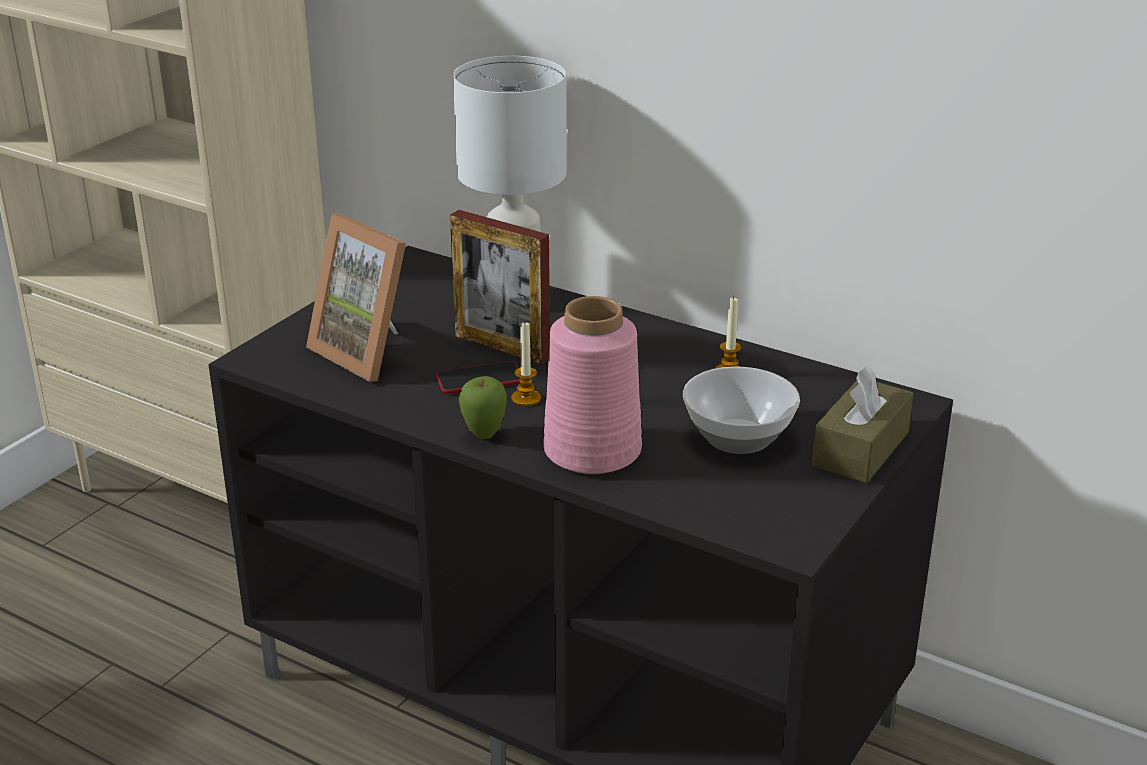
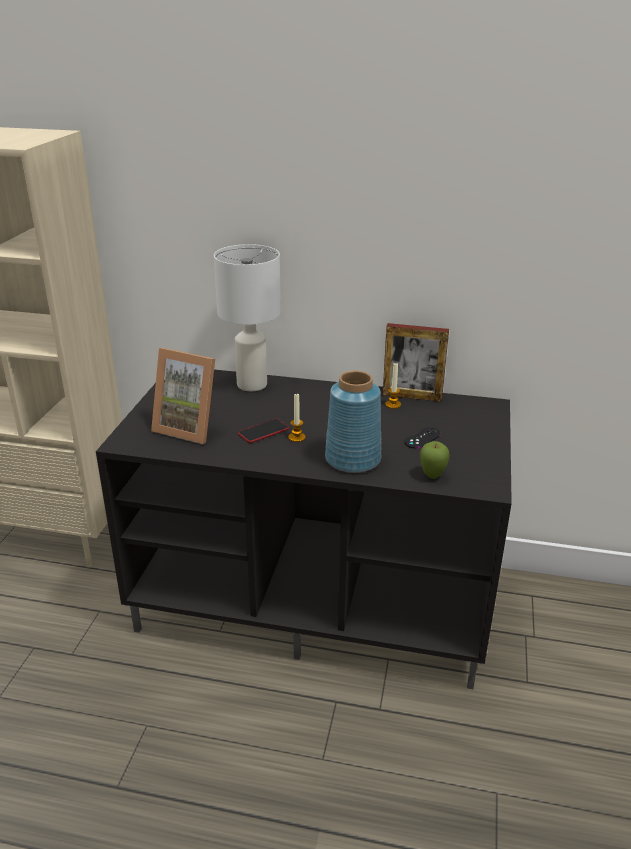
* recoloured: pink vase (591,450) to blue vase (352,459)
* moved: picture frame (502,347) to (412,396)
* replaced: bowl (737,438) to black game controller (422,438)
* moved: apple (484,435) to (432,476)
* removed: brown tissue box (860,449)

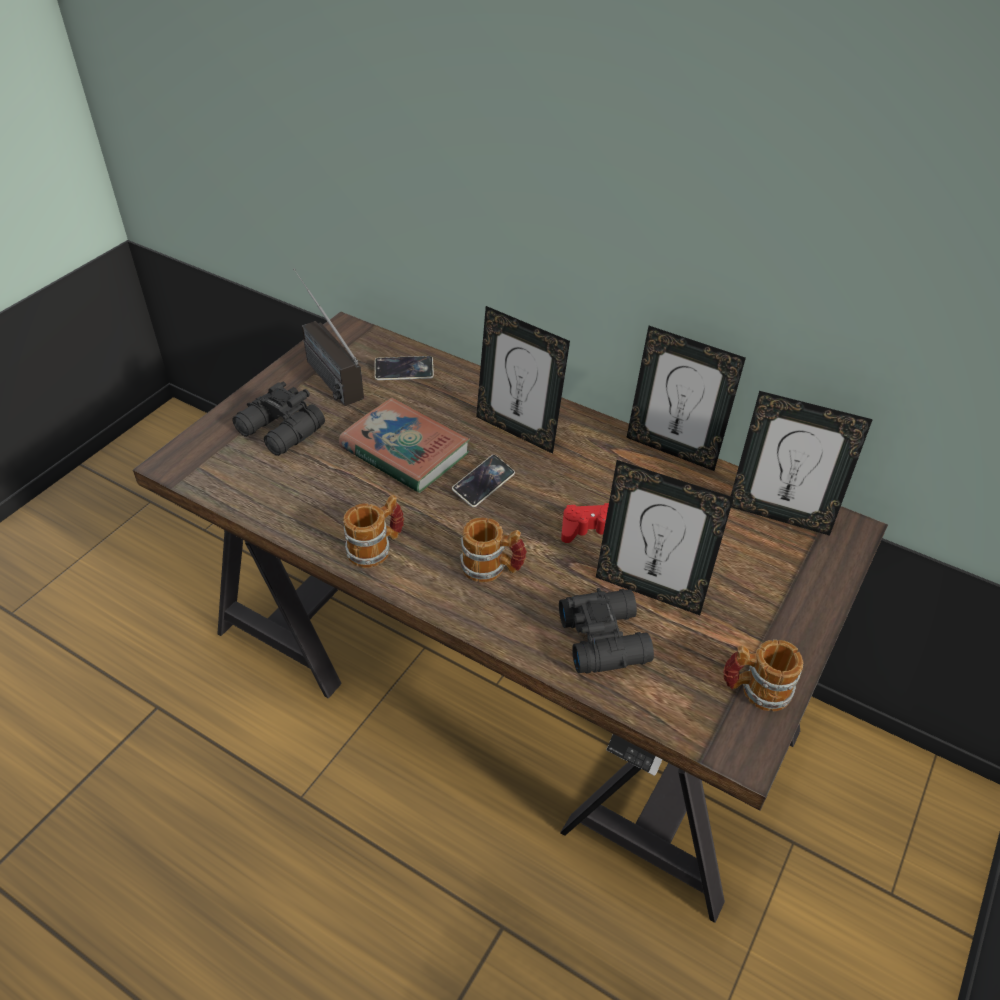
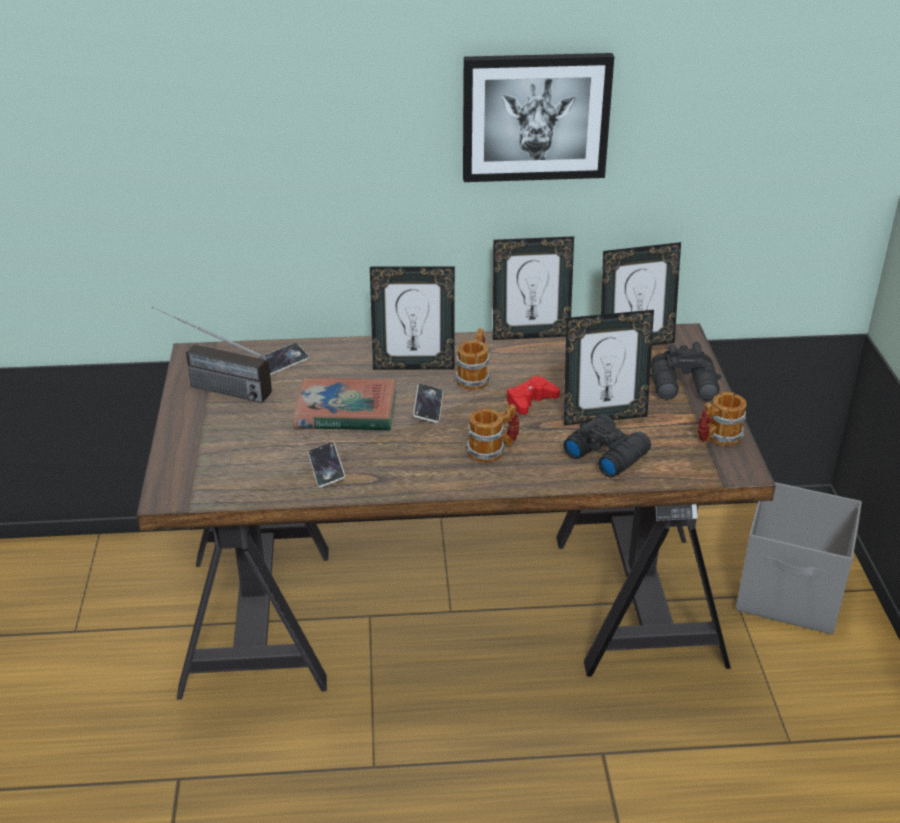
* added: phone (326,468)
* moved: mug (376,548) to (474,377)
* added: picture (535,116)
* moved: black binoculars (280,432) to (685,387)
* added: grey storage box (791,594)

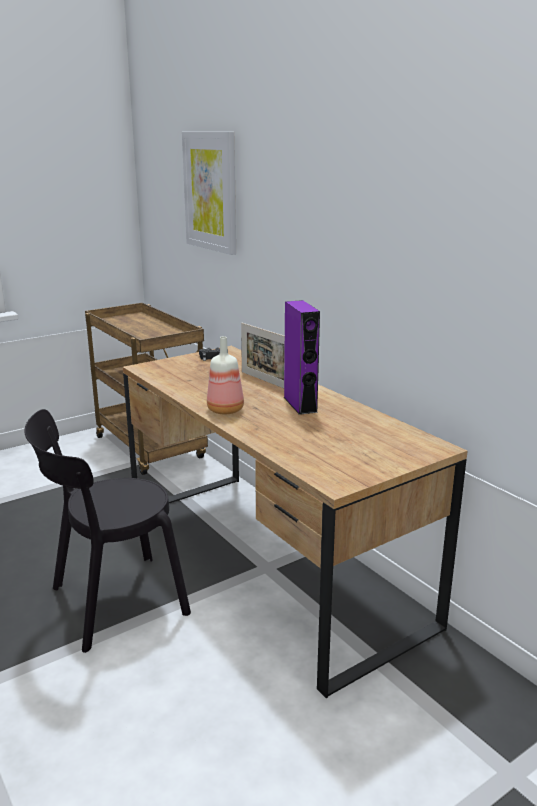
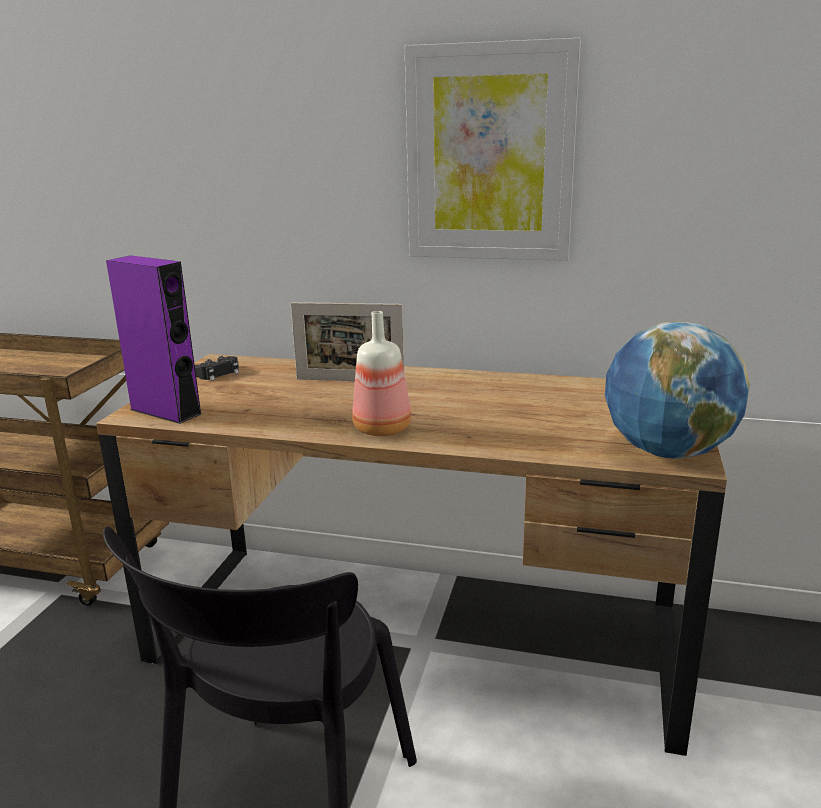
* moved: purple speaker (300,404) to (166,411)
* moved: picture (211,191) to (489,154)
* added: globe (667,452)

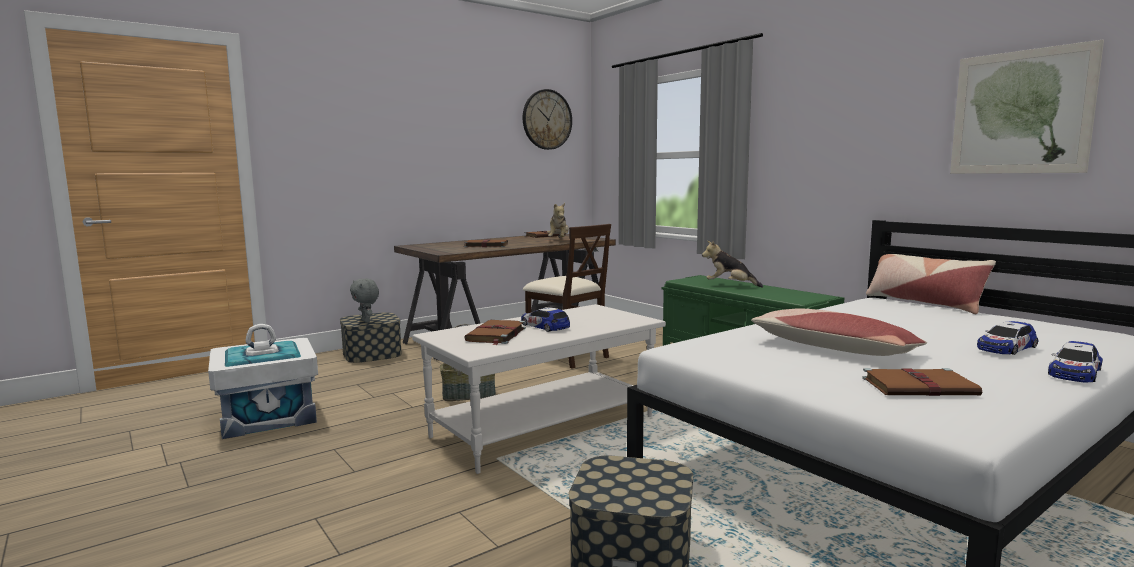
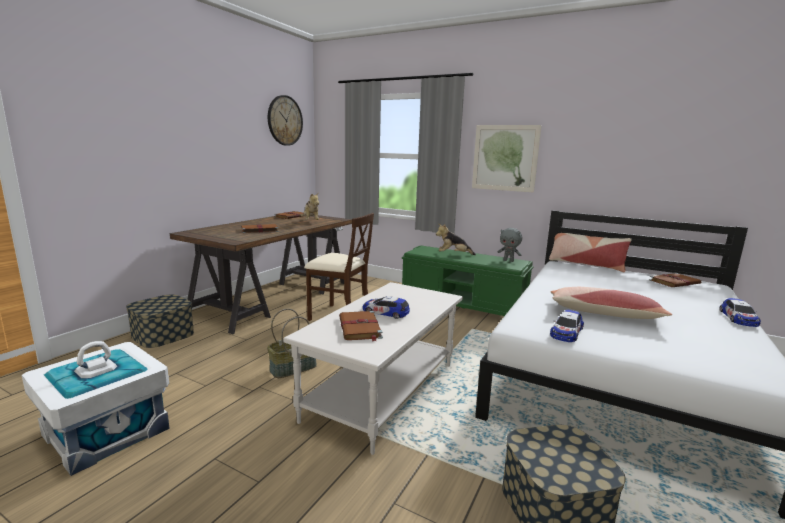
* moved: picture (1020,112) to (505,158)
* moved: grey plush toy (366,321) to (508,261)
* moved: toy car (1006,347) to (566,332)
* moved: brown book (920,387) to (674,282)

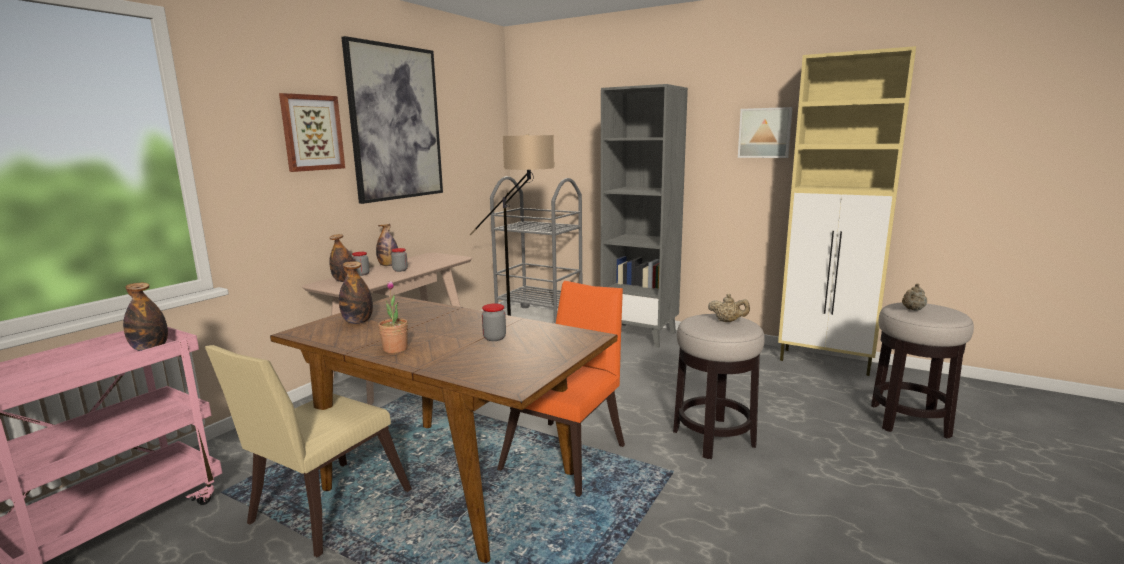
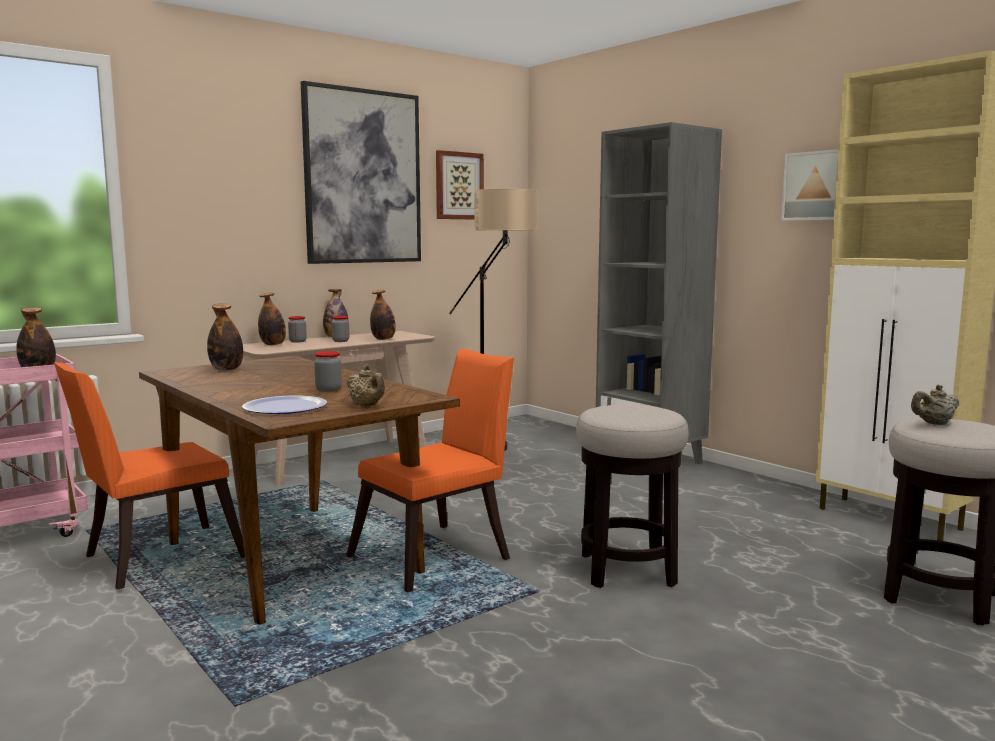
* recoloured: beige chair (322,511) to orange chair (154,558)
* added: plate (285,407)
* moved: beige teapot (727,321) to (367,405)
* added: bottle (383,339)
* moved: picture (312,133) to (458,186)
* removed: potted plant (395,349)
* removed: grey cart (539,318)

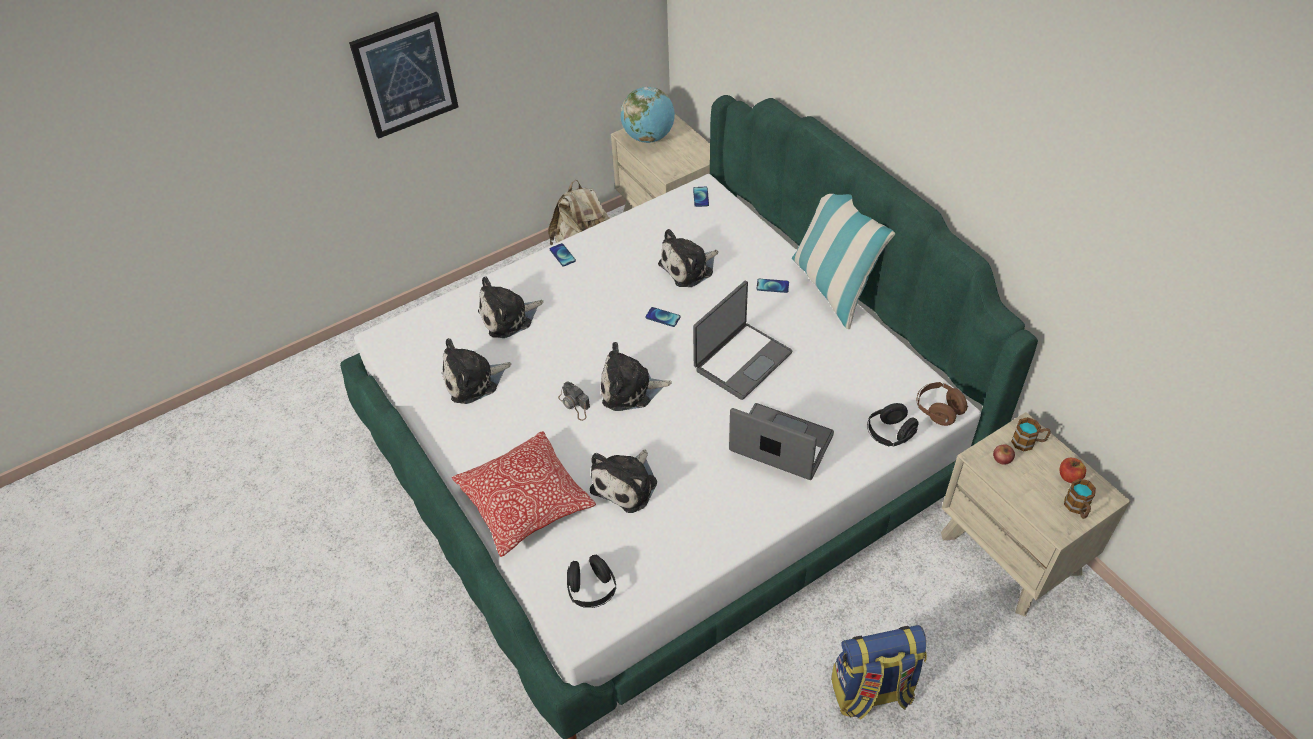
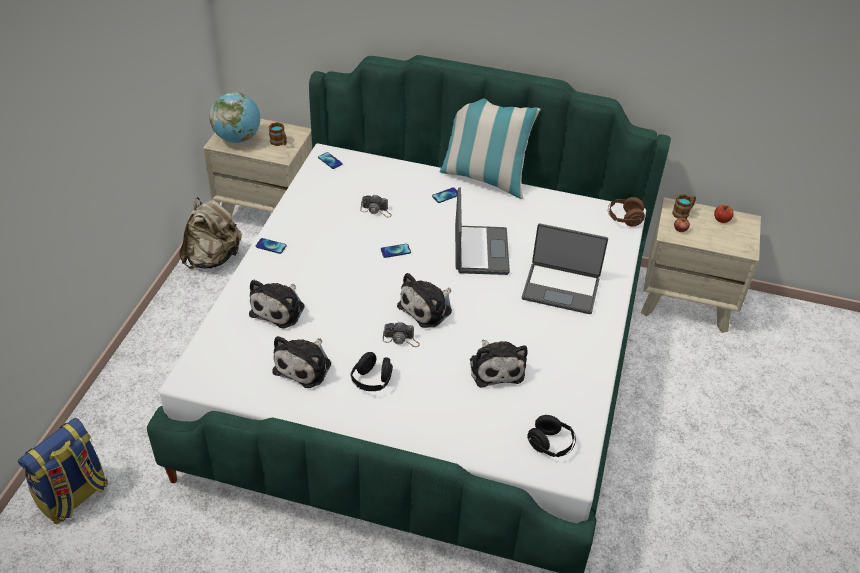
* moved: backpack (871,692) to (74,497)
* moved: mug (1077,508) to (279,143)
* moved: black headphones (890,434) to (372,381)
* replaced: plush toy (689,268) to photo camera (376,210)
* turned: laptop (780,445) = (561,288) 150 degrees counterclockwise
* removed: picture (405,75)
* removed: pillow (525,502)

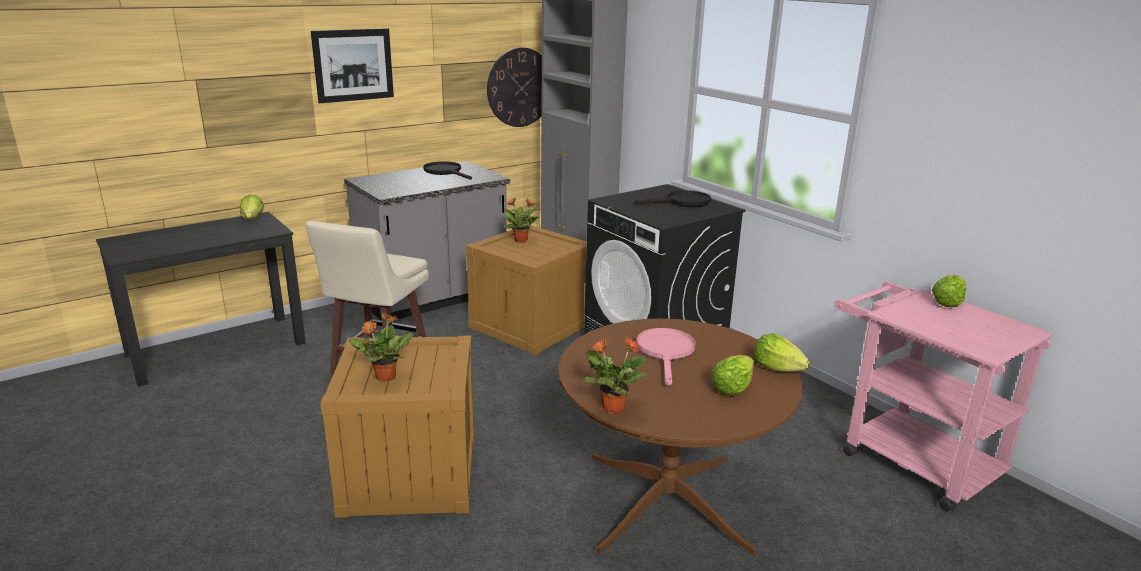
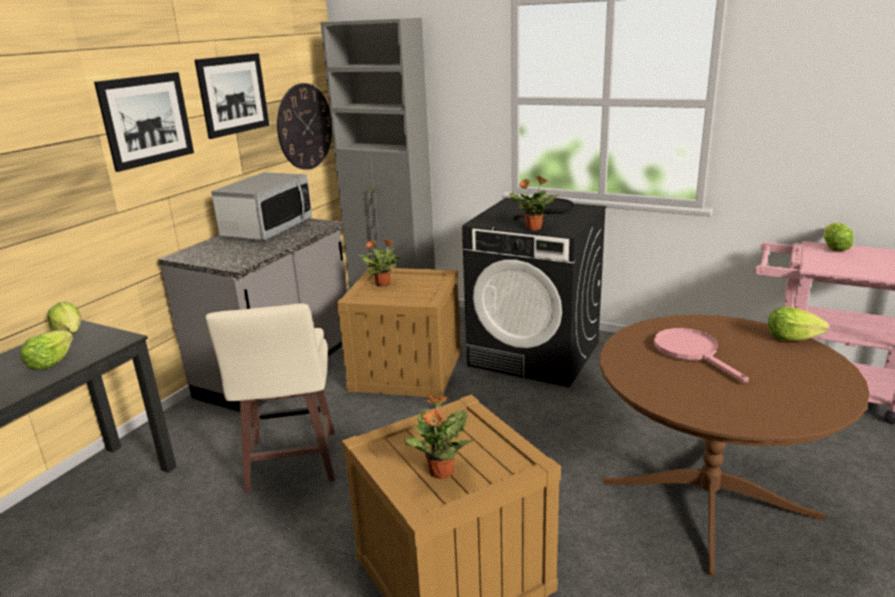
* moved: lettuce (732,388) to (50,363)
* added: picture (233,94)
* replaced: black frying pan (446,172) to microwave (267,229)
* moved: potted plant (612,407) to (533,228)

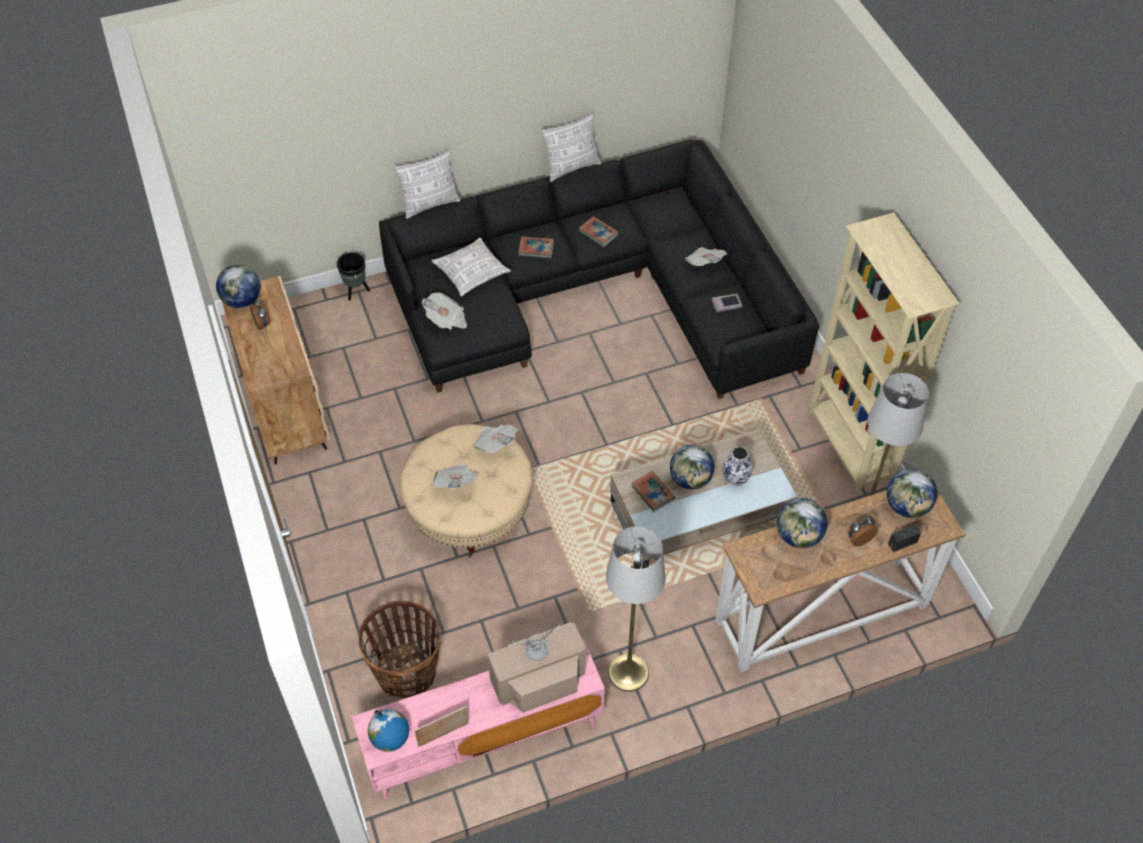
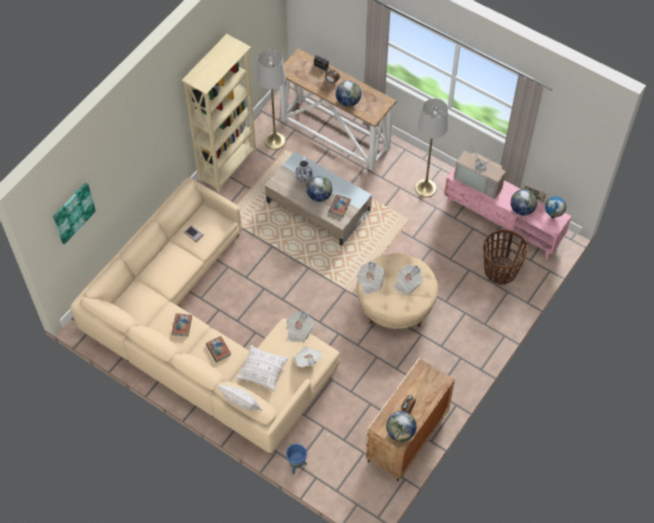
* added: picture (73,212)
* recoloured: black sofa (598,292) to beige sofa (202,334)
* moved: newspaper (704,263) to (298,331)
* recoloured: black planter (356,291) to blue planter (296,465)
* moved: globe (907,506) to (522,209)
* removed: pillow (572,167)

